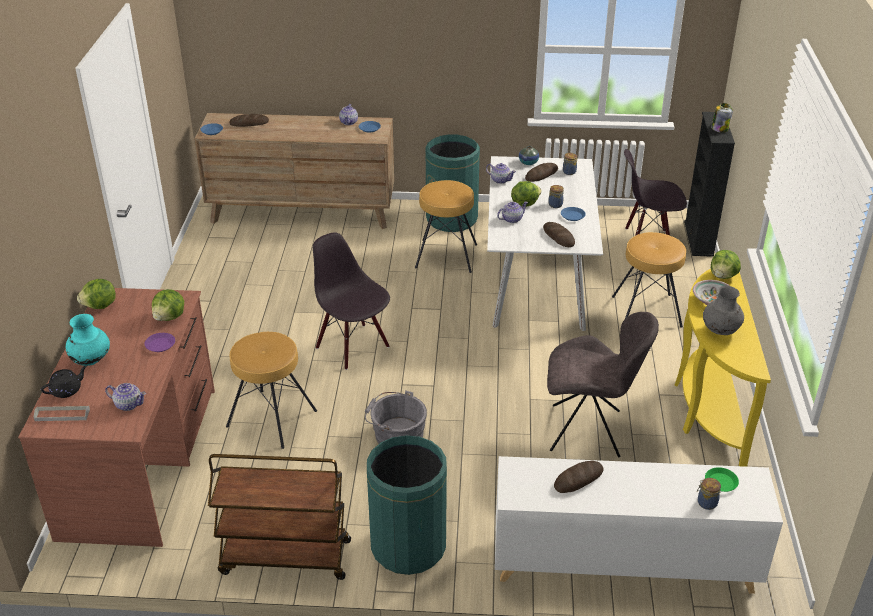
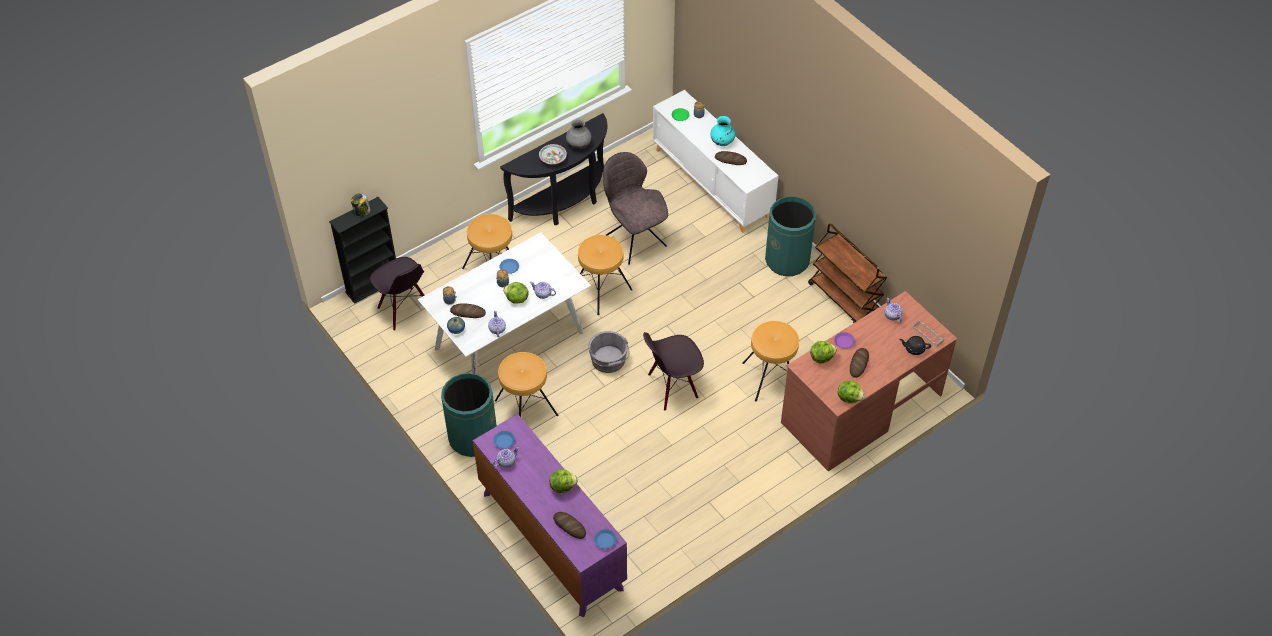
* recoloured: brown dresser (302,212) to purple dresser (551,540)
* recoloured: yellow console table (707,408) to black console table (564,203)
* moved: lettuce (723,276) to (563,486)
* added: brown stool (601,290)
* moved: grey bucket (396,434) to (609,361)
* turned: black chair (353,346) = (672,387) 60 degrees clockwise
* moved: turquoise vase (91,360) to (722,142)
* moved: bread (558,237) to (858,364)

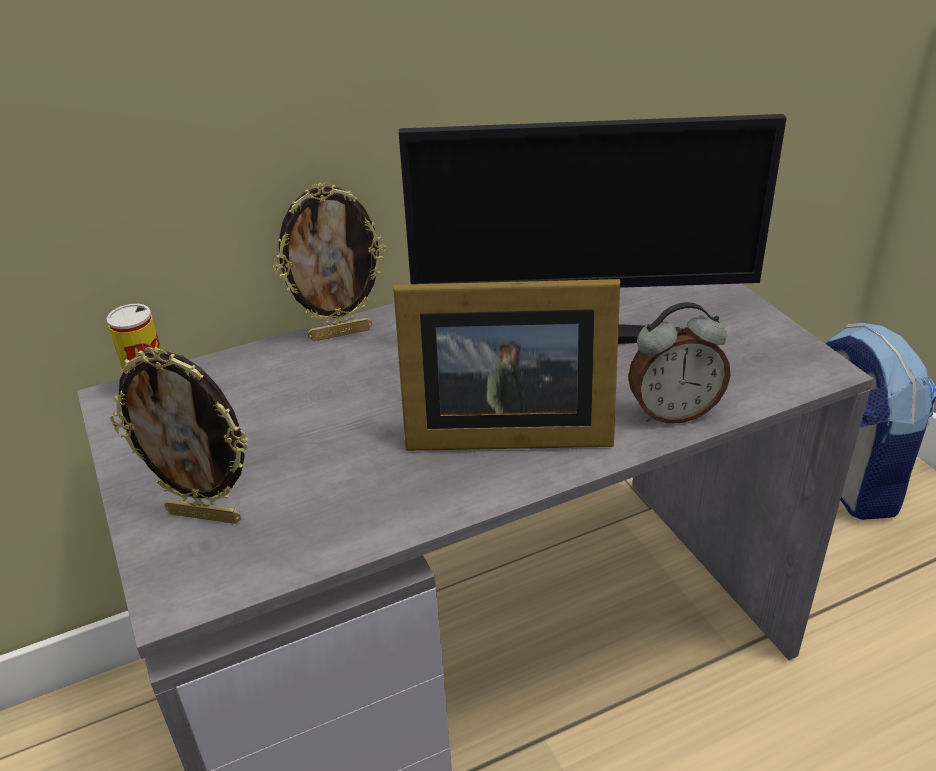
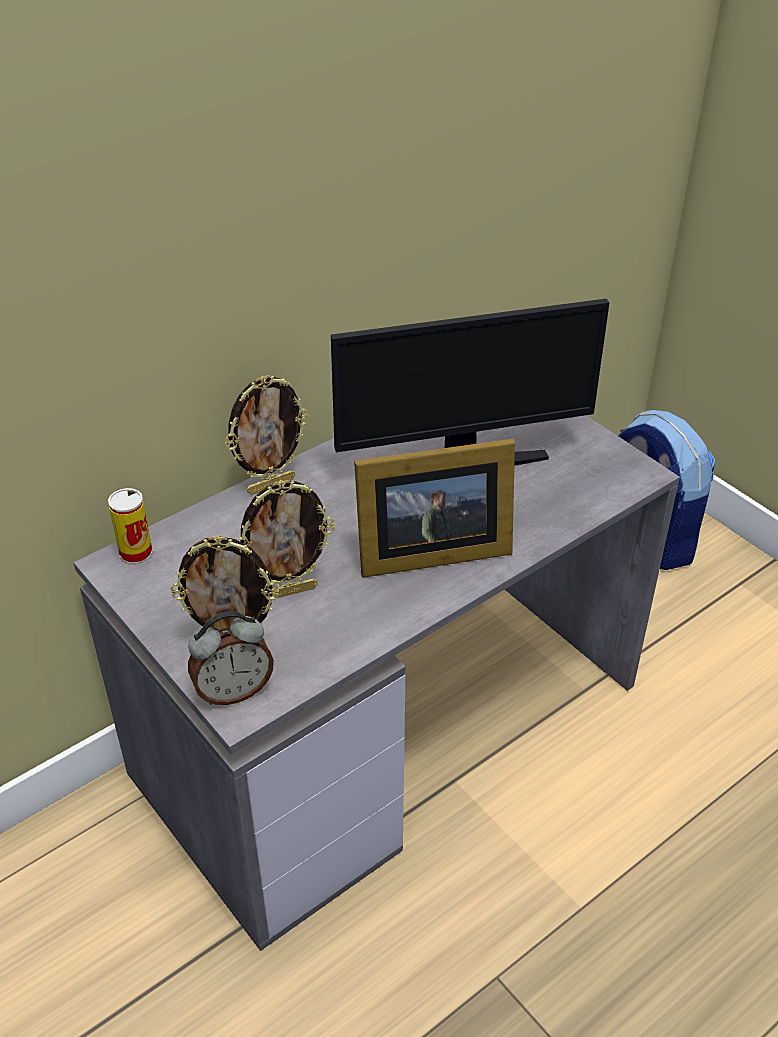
* moved: alarm clock (673,412) to (233,691)
* added: picture frame (289,591)

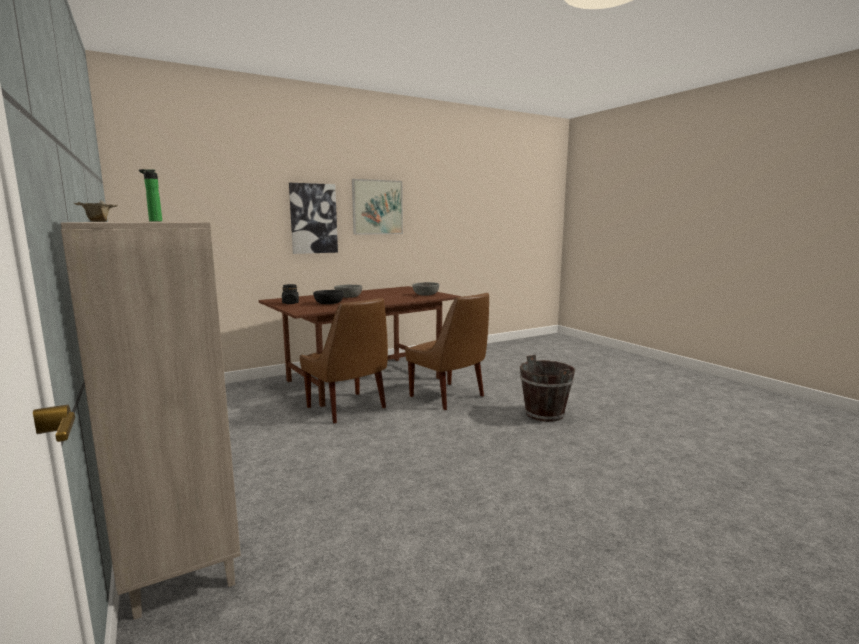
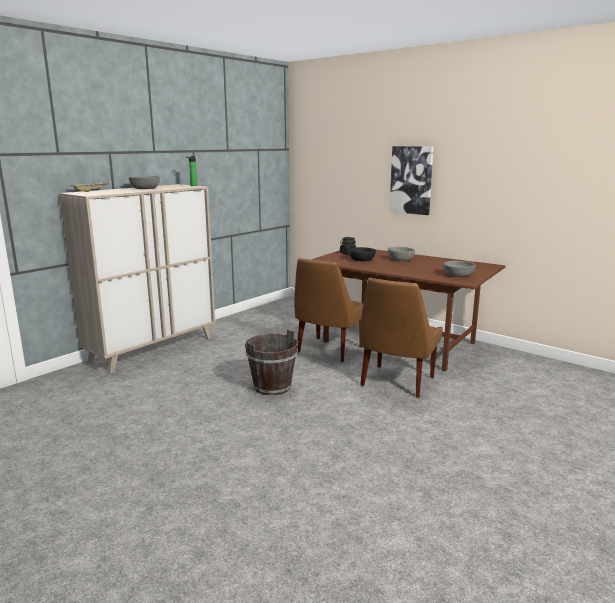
* added: grey bowl (145,189)
* moved: brown bucket (545,414) to (272,387)
* removed: picture (377,207)

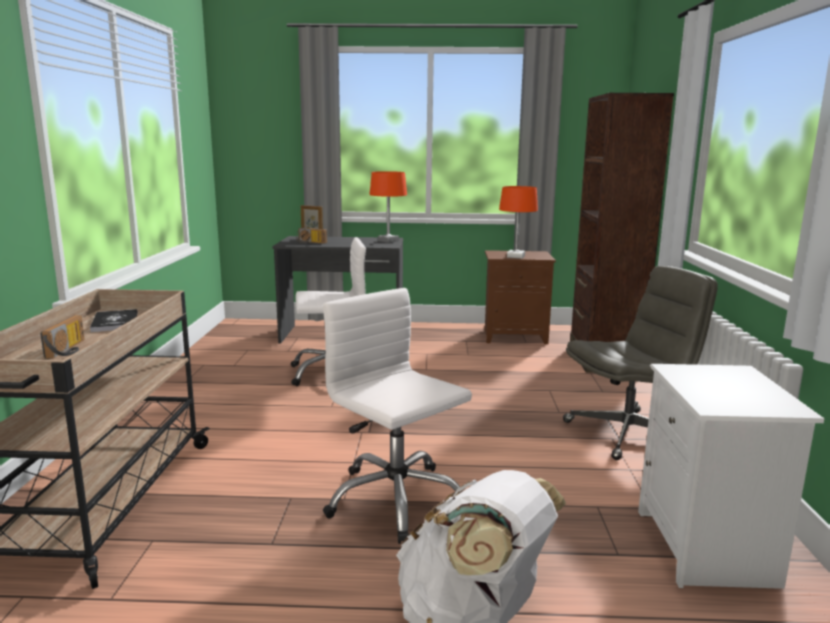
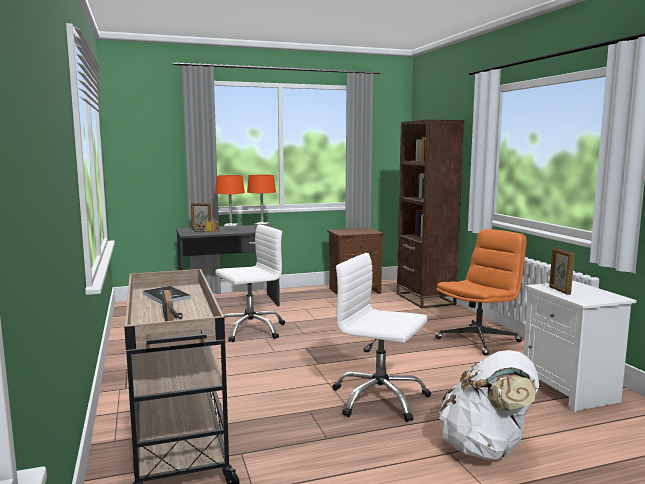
* moved: orange table lamp (515,256) to (231,228)
* recoloured: grey office chair (628,433) to orange office chair (478,340)
* added: picture frame (559,290)

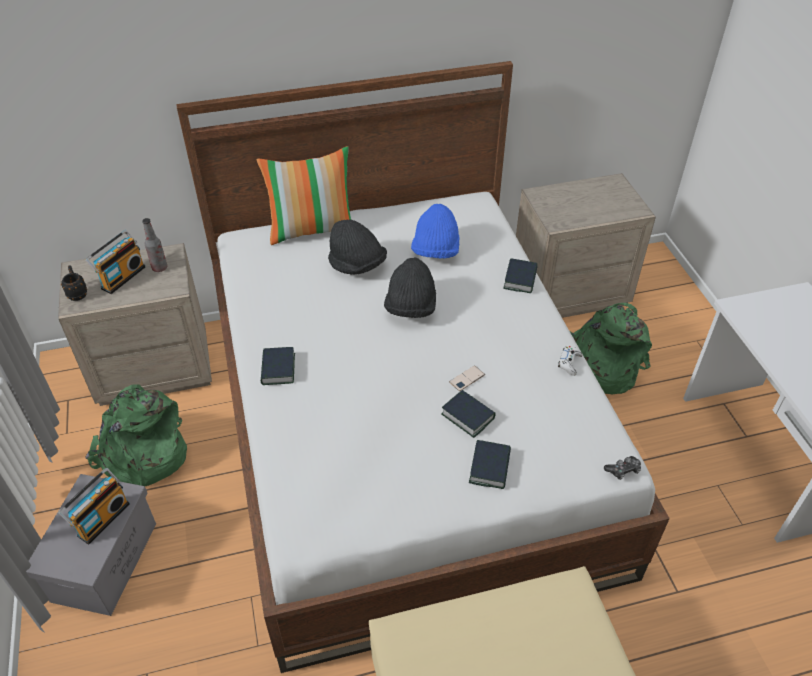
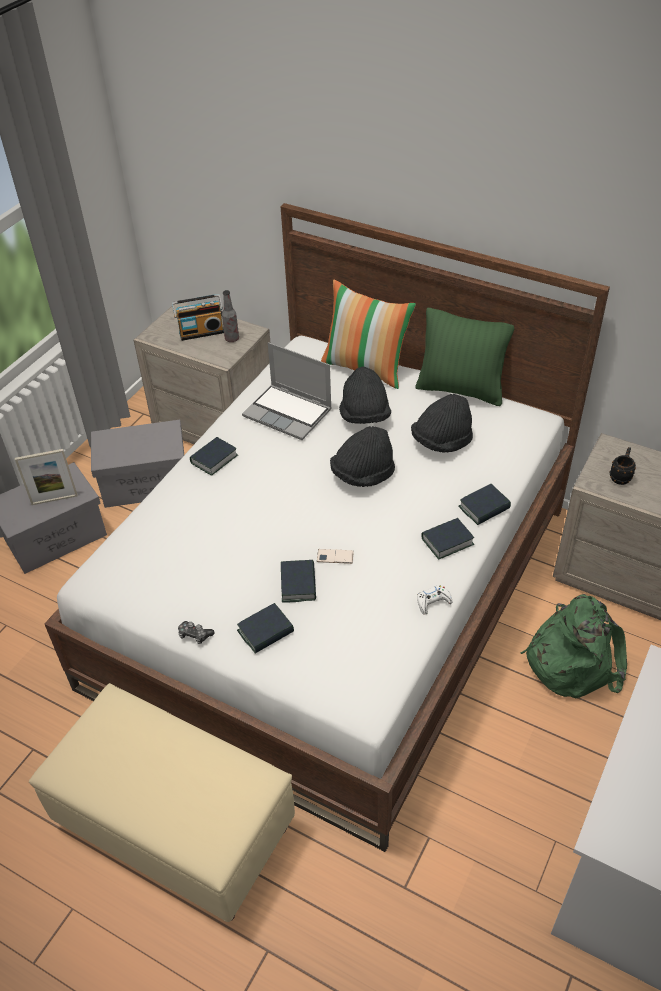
* replaced: radio (102,518) to picture frame (54,499)
* replaced: green backpack (143,455) to grey storage box (146,482)
* moved: game controller (623,470) to (195,635)
* added: laptop (289,413)
* recoloured: blue hat (435,251) to black hat (441,441)
* added: green pillow (460,390)
* added: book (447,541)
* moved: black mug (77,293) to (620,476)

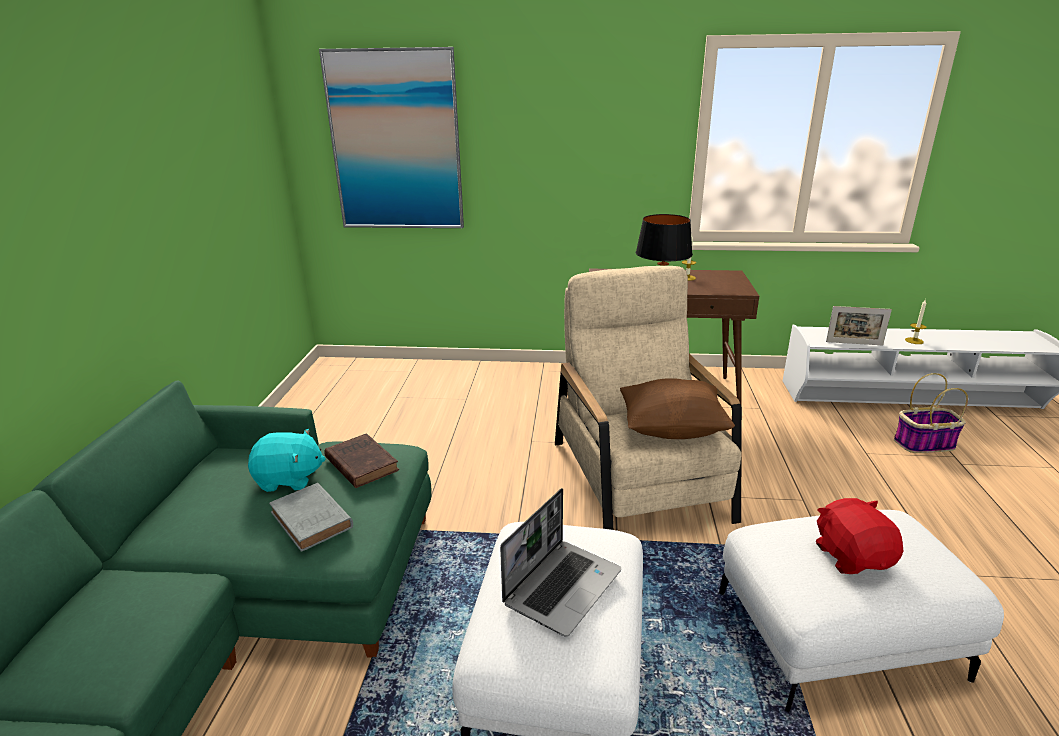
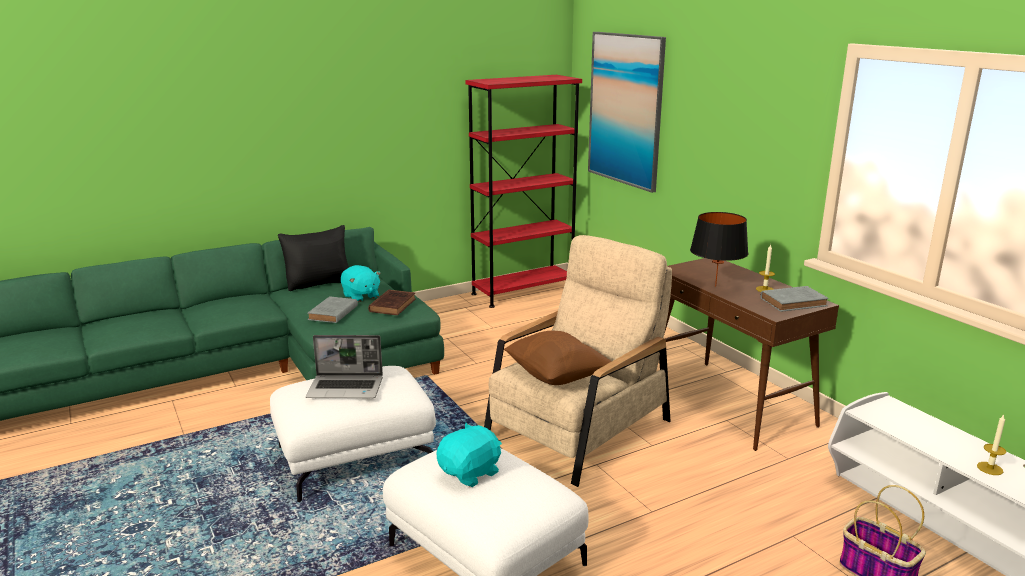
* added: black pillow (319,283)
* recoloured: red plush toy (852,557) to turquoise plush toy (470,473)
* added: red bookcase (523,292)
* added: grey book (794,302)
* removed: picture frame (854,343)

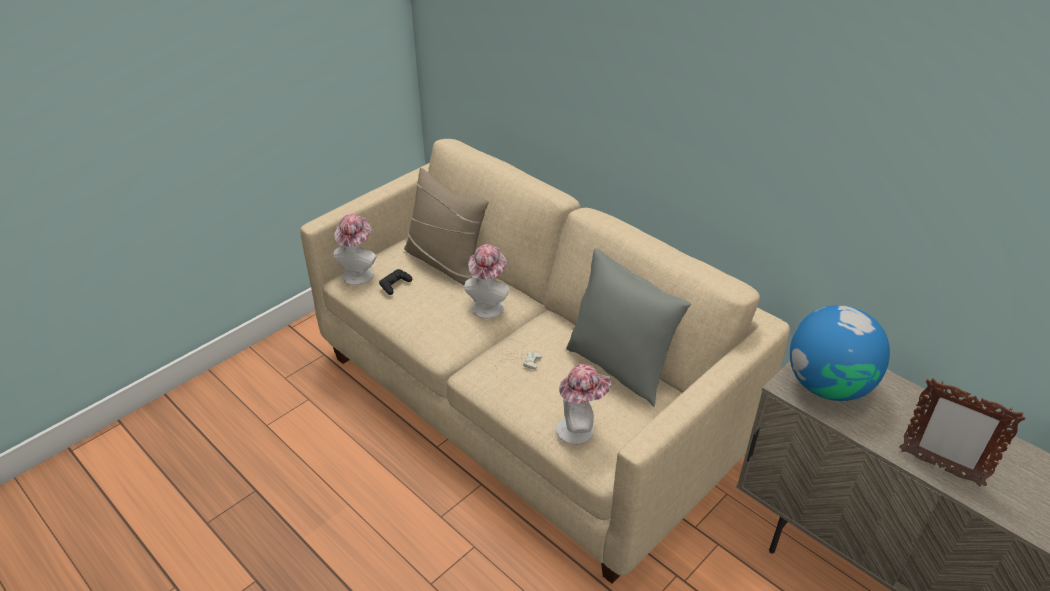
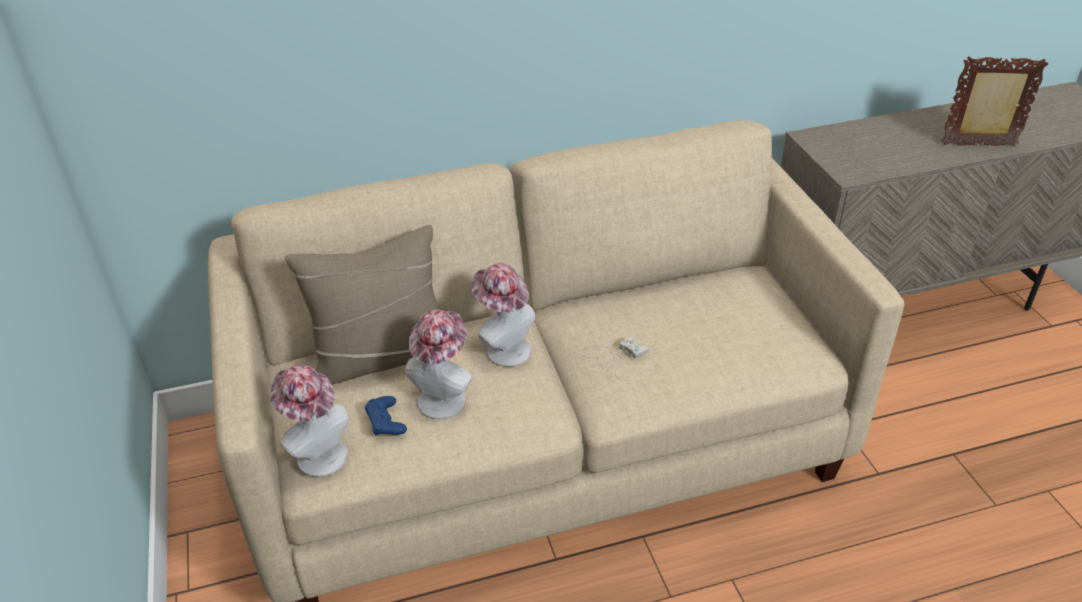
* recoloured: black game controller (395,285) to blue game controller (386,421)
* moved: hat (580,429) to (444,396)
* turned: picture frame (939,467) = (979,145) 150 degrees counterclockwise
* removed: grey pillow (619,367)
* removed: globe (828,385)

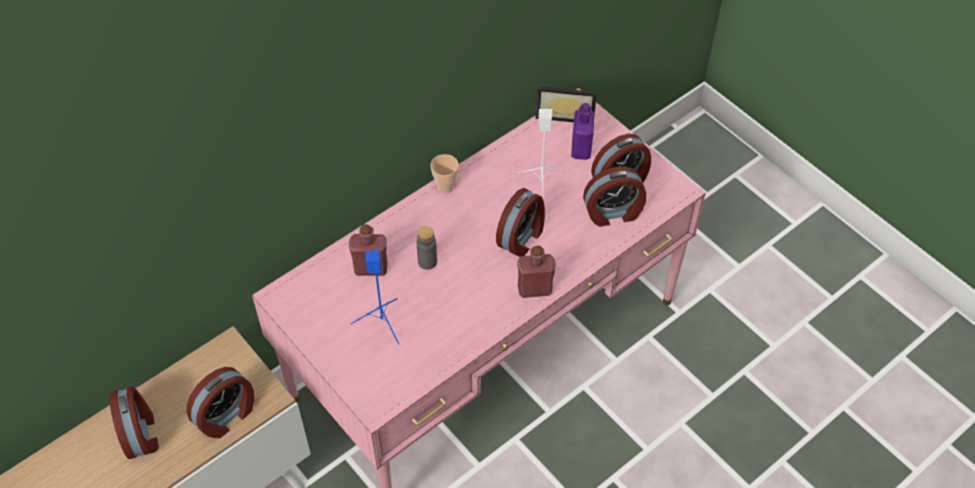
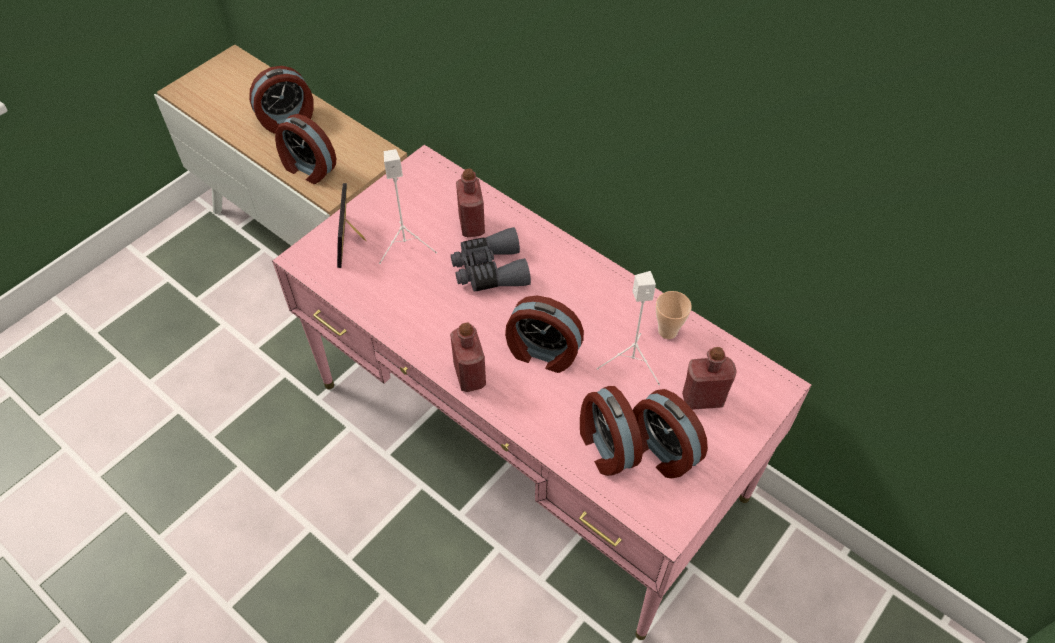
* moved: picture frame (565,113) to (353,240)
* recoloured: blue speaker (382,321) to white speaker (406,245)
* replaced: grey bottle (427,262) to grey binoculars (489,270)
* moved: cup (445,187) to (667,331)
* recoloured: purple bottle (581,149) to red bottle (703,399)

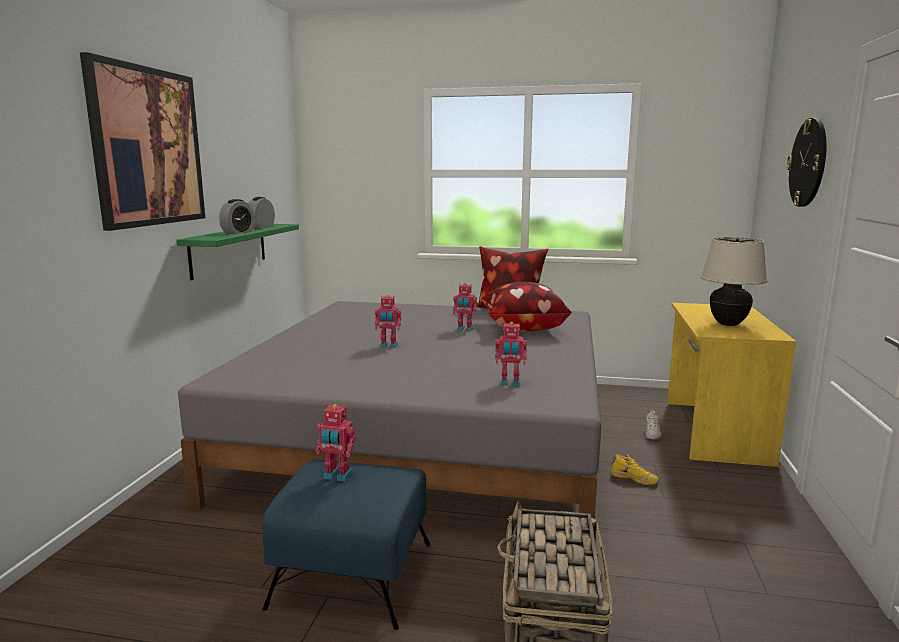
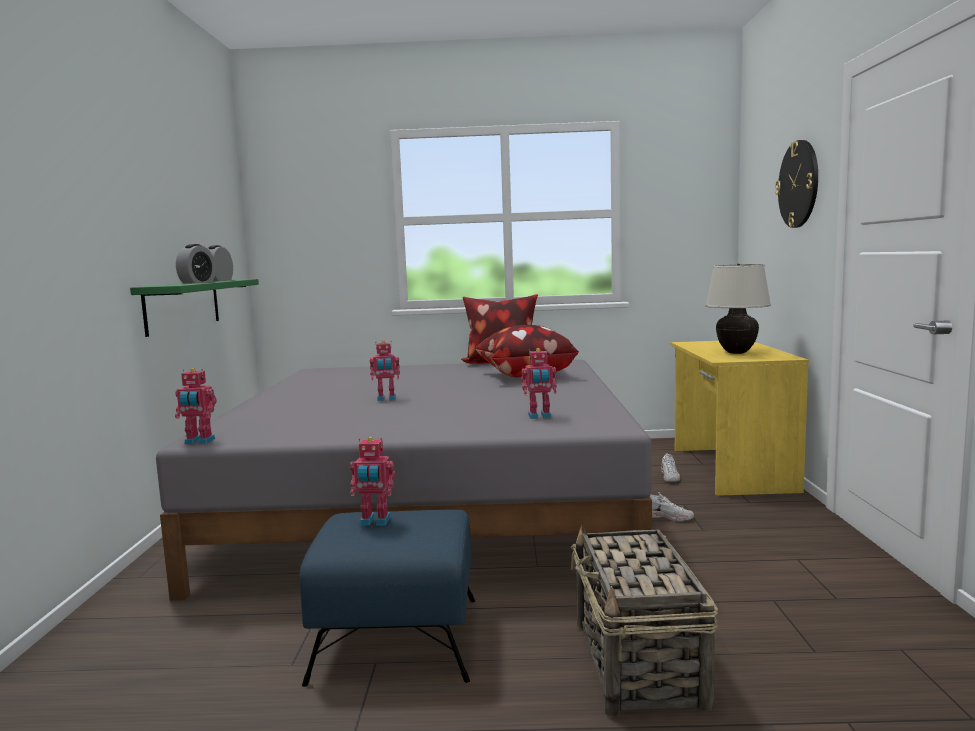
* moved: toy robot (464,329) to (199,442)
* recoloured: yellow shoe (634,478) to white shoe (667,517)
* removed: picture (148,147)

